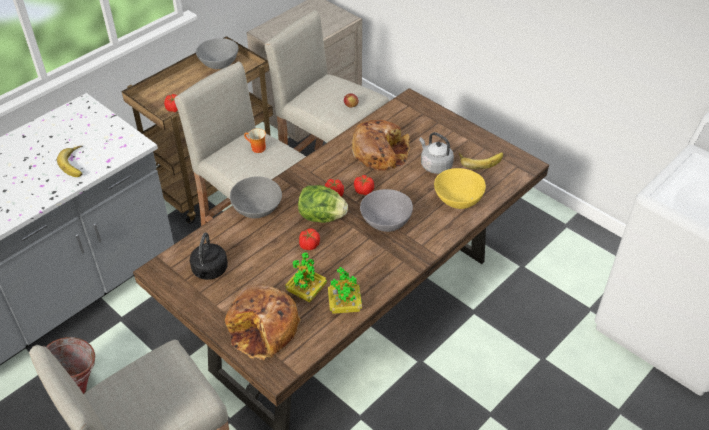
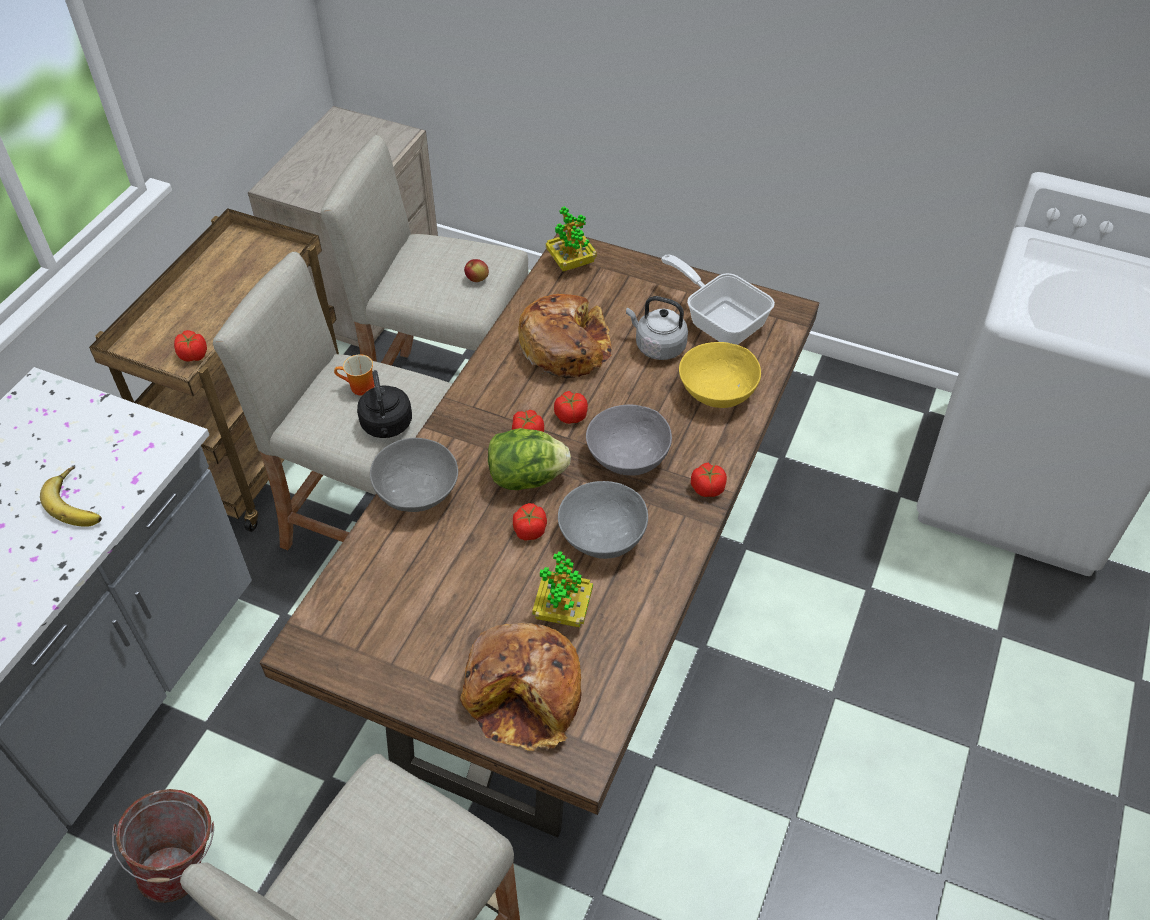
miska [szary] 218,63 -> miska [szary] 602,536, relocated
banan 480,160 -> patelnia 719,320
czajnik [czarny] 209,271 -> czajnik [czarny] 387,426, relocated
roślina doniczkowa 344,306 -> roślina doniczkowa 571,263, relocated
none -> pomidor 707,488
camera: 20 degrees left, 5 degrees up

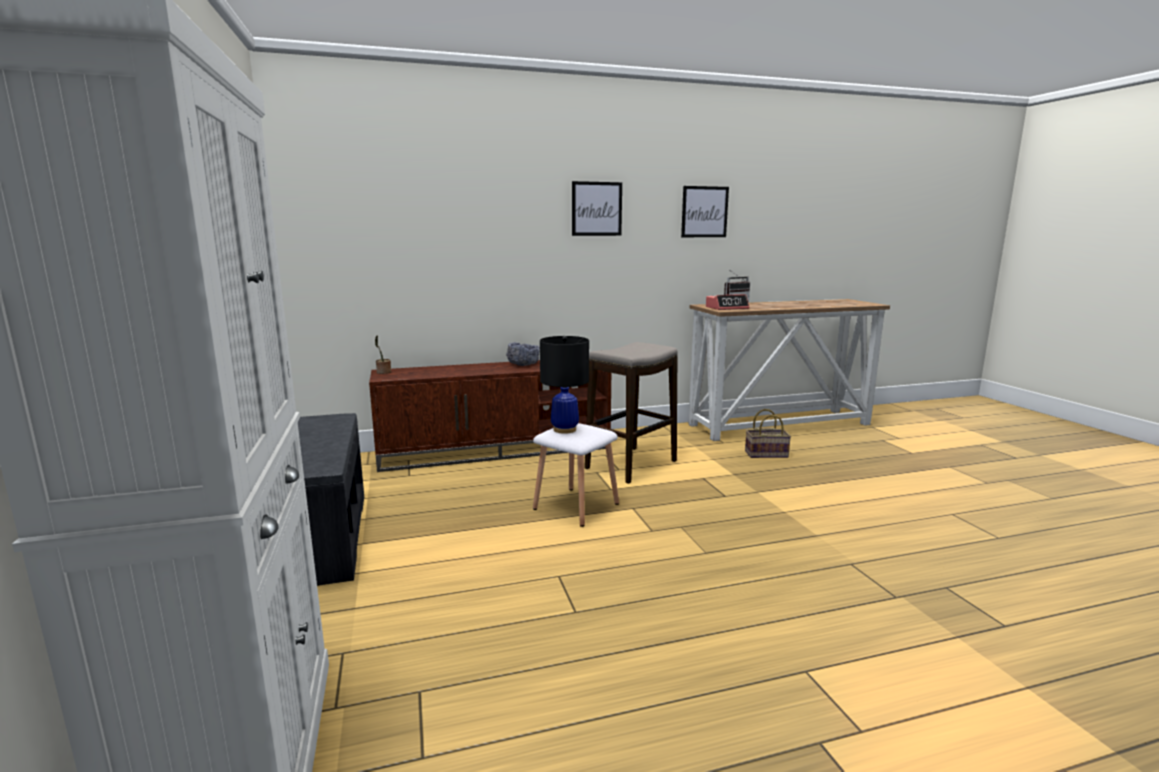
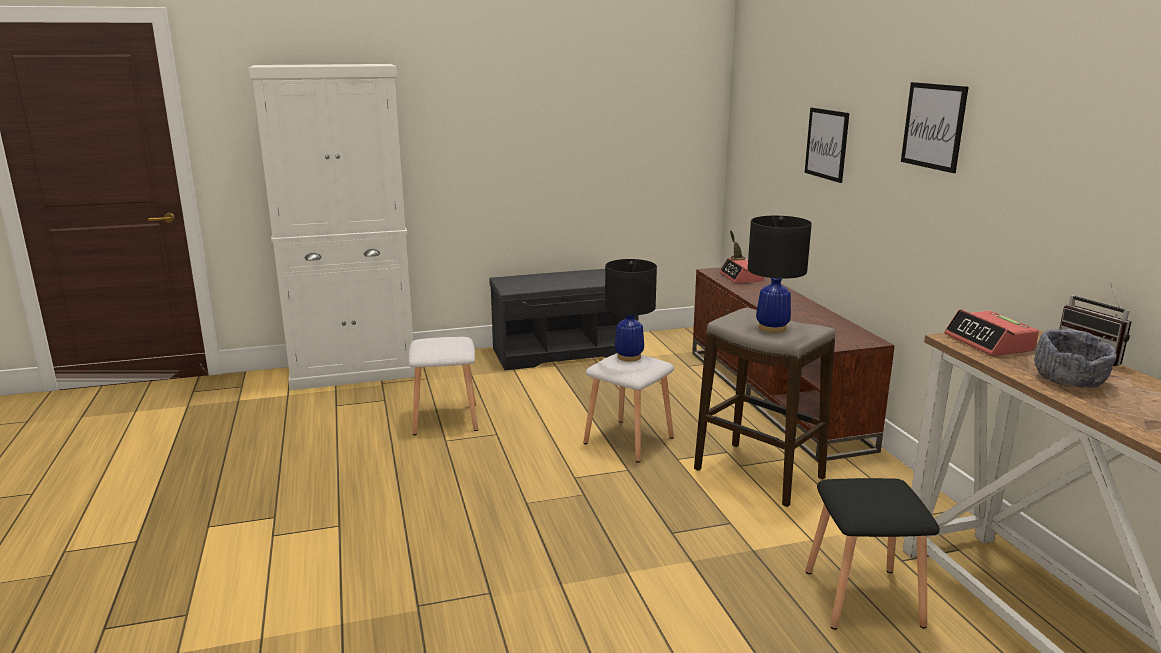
obraz 704,212 -> obraz 826,144, relocated
miska [szary] 523,364 -> miska [szary] 1069,379, relocated
koszyk 767,454 -> stołek [czarny] 864,599
none -> lampa stołowa [czarny] 772,328
none -> budzik 741,277
none -> stołek [biały] 446,418
camera: 90 degrees right, 5 degrees up

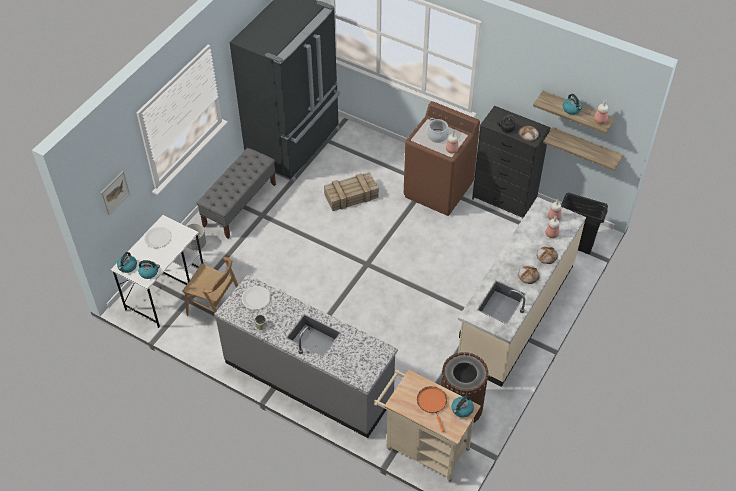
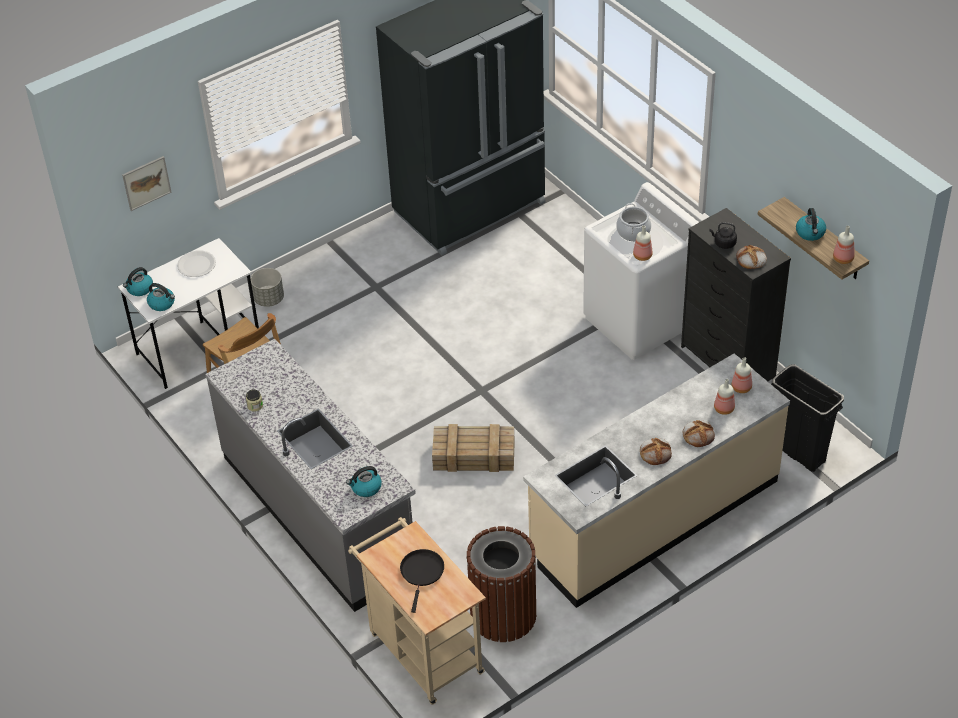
pralka [brązowy] 438,190 -> pralka [biały] 639,322
półka 586,148 -> none
ławka [szary] 240,205 -> none
skrzynka 352,195 -> skrzynka 475,455, relocated
talerz [biały] 256,298 -> none
patelnia [pomarańczowy] 432,403 -> patelnia [czarny] 422,573
czajnik 462,410 -> czajnik 365,488, relocated
camera: 25 degrees right, 5 degrees down

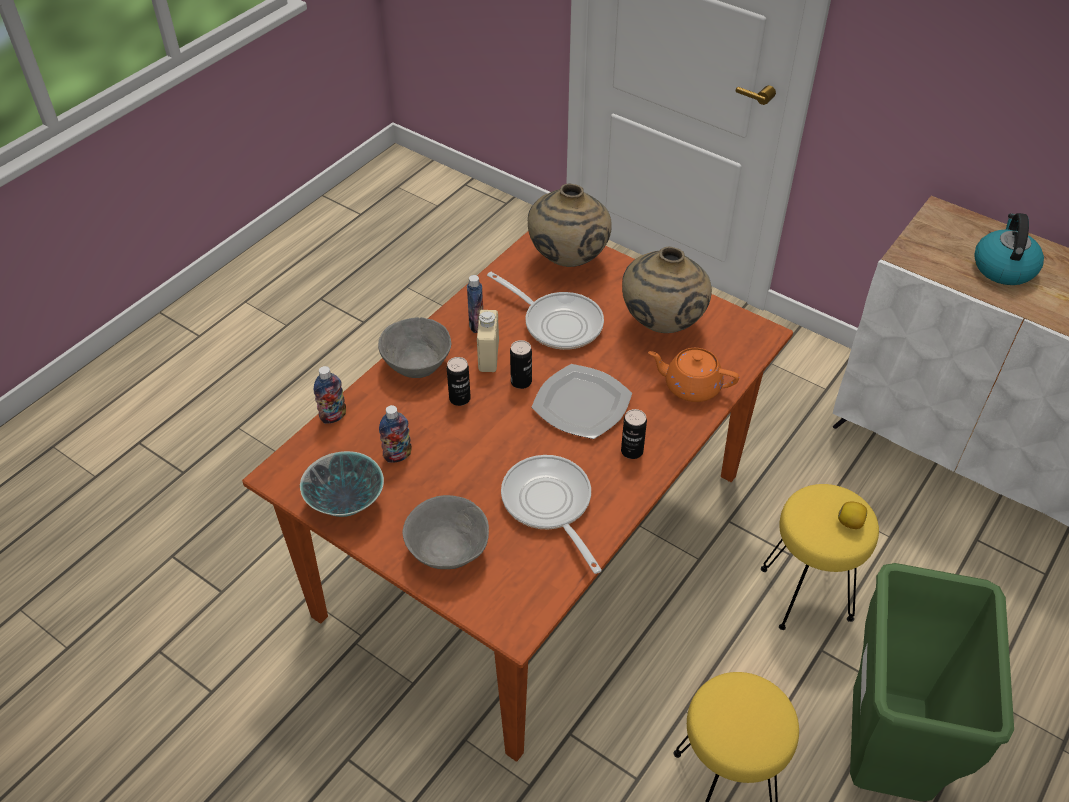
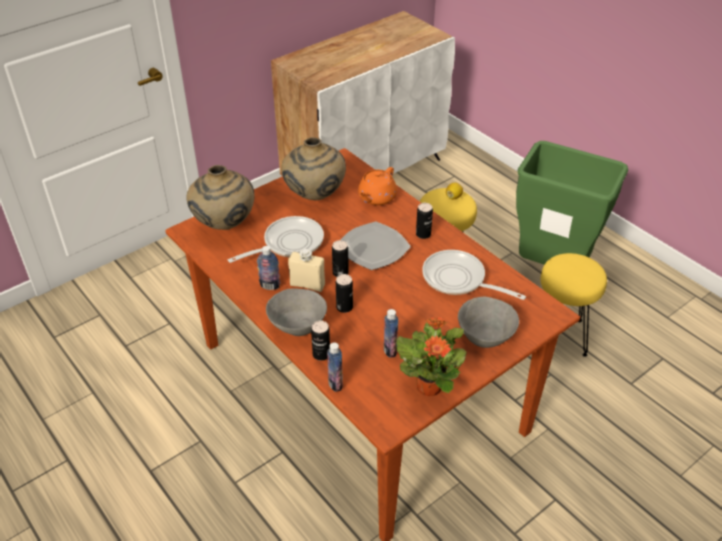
czajnik 1003,267 -> none
miska 346,504 -> roślina doniczkowa 429,386
patelnia 549,505 -> patelnia 458,280, 45 degrees clockwise
none -> puszka 321,354
camera: 75 degrees left, 5 degrees down

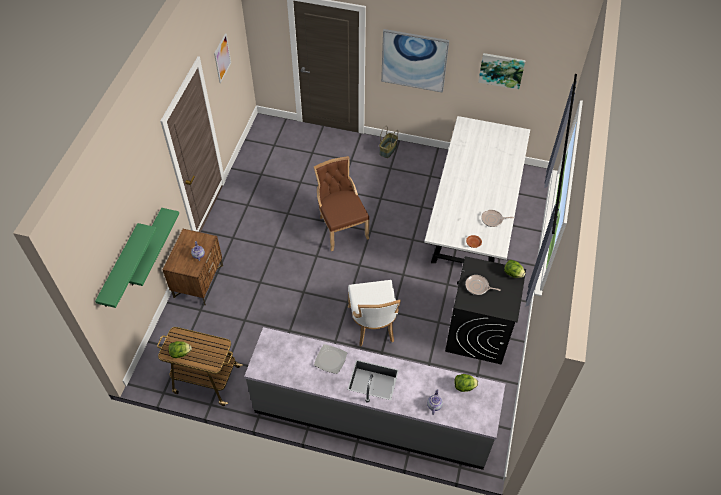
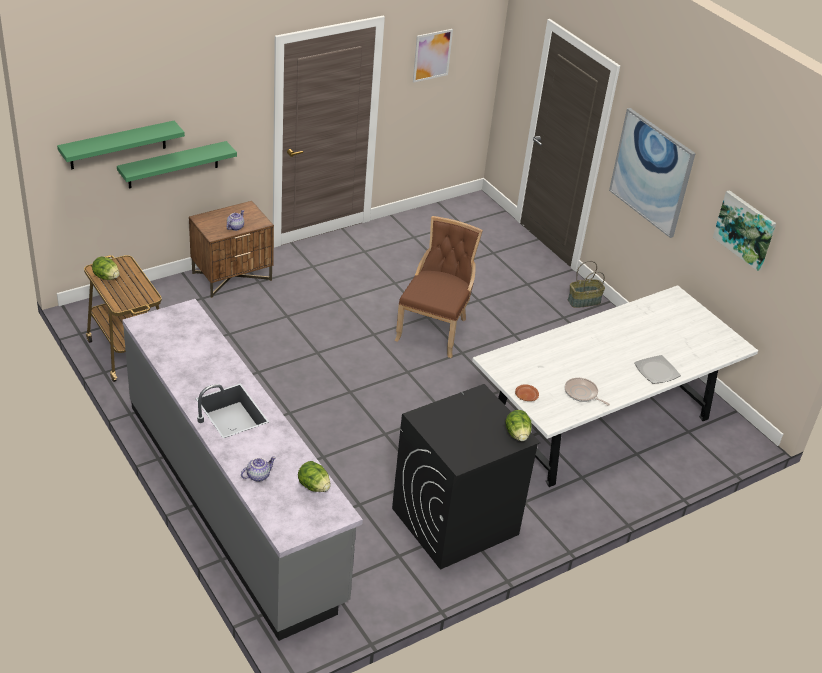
patelnia 478,287 -> none
krzesło [biały] 373,325 -> none
talerz 330,359 -> talerz 656,371, relocated
camera: 40 degrees right, 15 degrees down

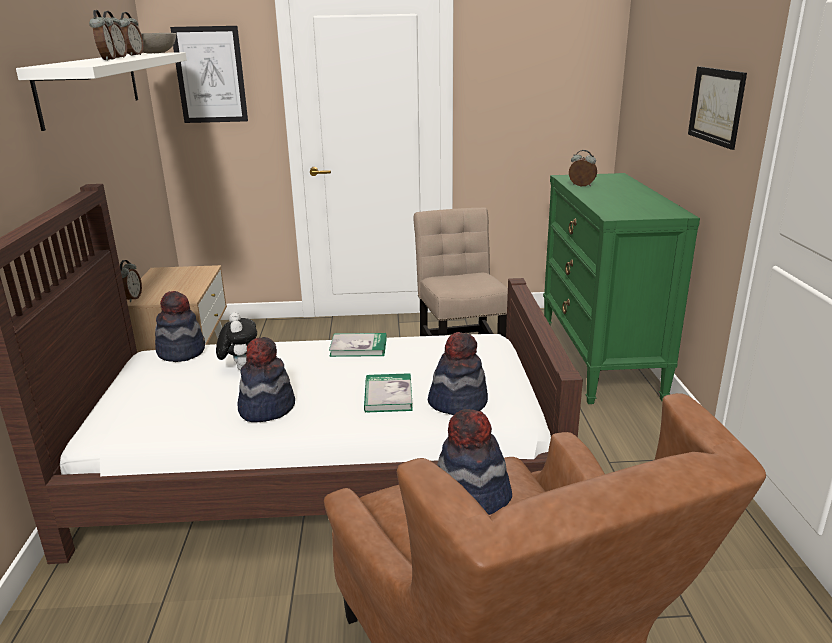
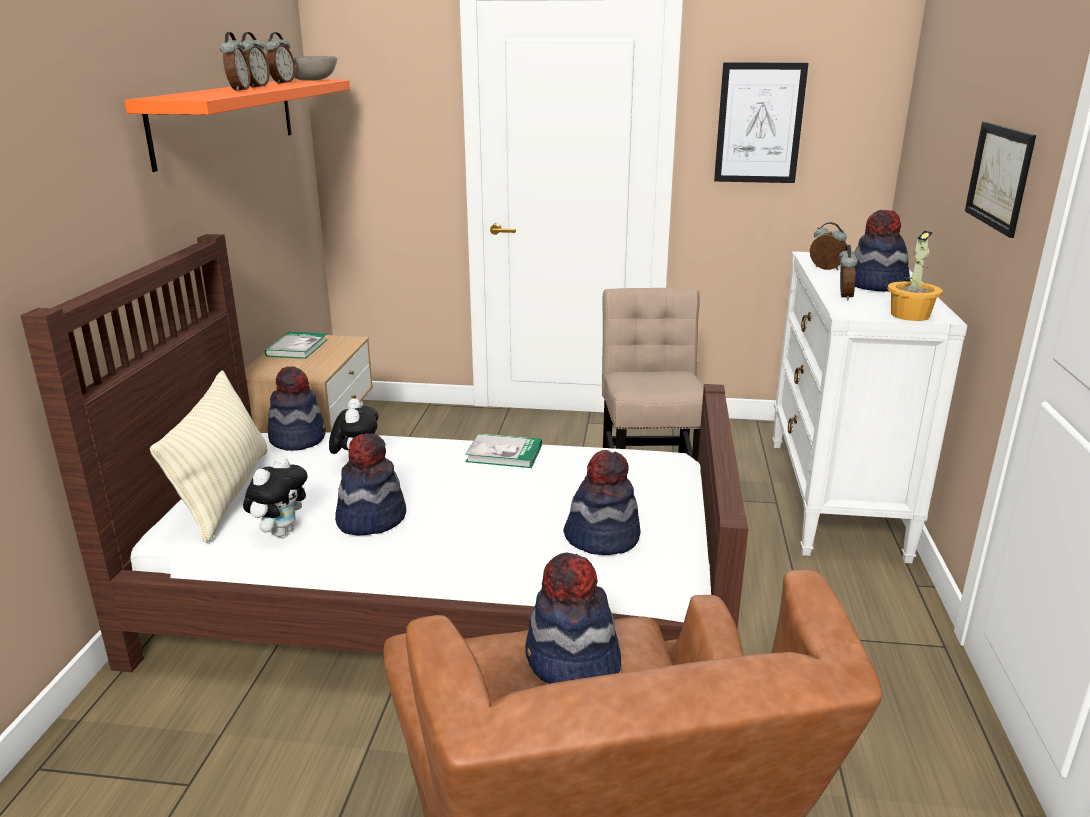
obraz 210,75 -> obraz 759,123, relocated
półka [biały] 91,86 -> półka [pomarańczowy] 227,119
komoda [zielony] 600,359 -> komoda [biały] 835,497
budzik 132,298 -> budzik 843,296, relocated
książka 388,395 -> książka 297,348, relocated
none -> kapelusz 876,286
none -> roślina doniczkowa 910,315
none -> poduszka [beżowy] 225,493
none -> pluszak 281,531
camera: 10 degrees right, 0 degrees up

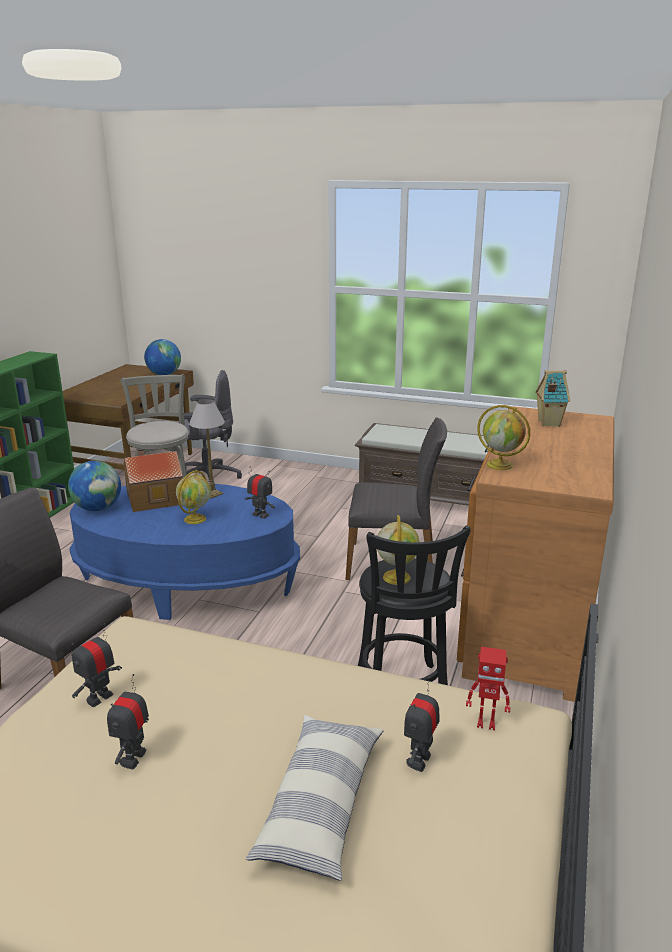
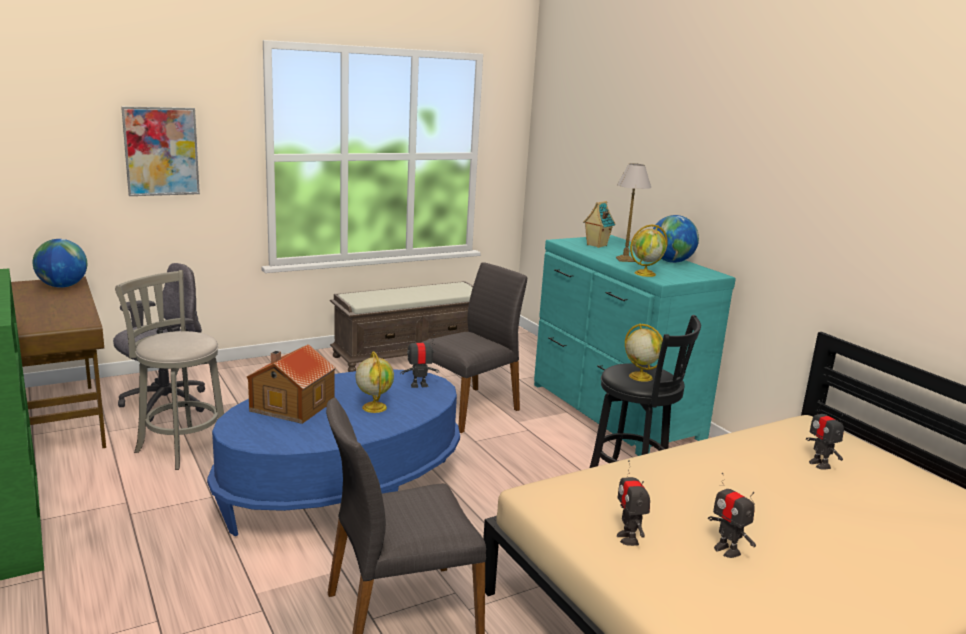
lampa stołowa 212,493 -> lampa stołowa 624,259, relocated
komoda [brązowy] 526,624 -> komoda [turkusowy] 613,411
globus 98,508 -> globus 671,261, relocated
robot zabawkowy 486,723 -> none
poduszka 321,805 -> none
none -> obraz 161,151
camera: 50 degrees left, 5 degrees down

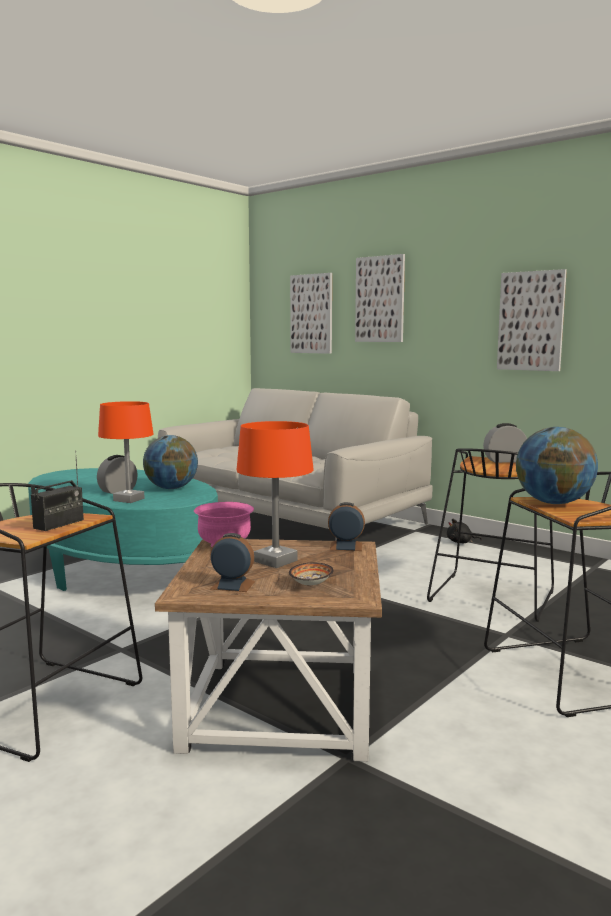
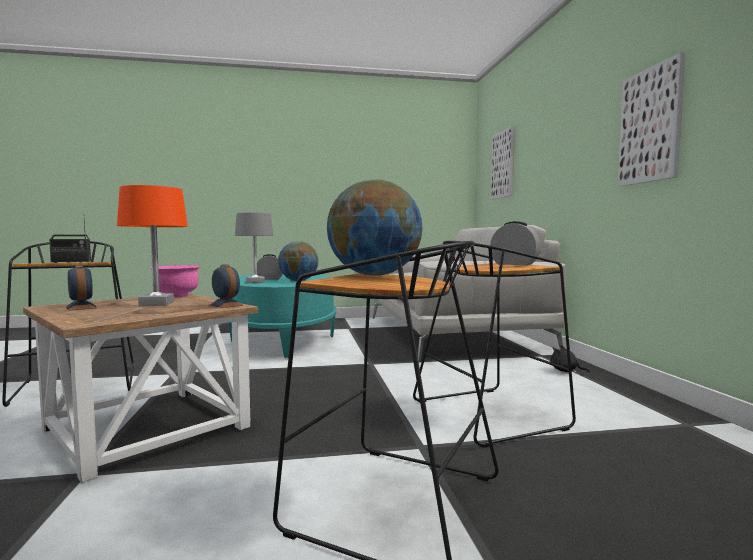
obraz 380,299 -> none
lampa stołowa [pomarańczowy] 129,499 -> lampa stołowa [szary] 255,282
miska 309,585 -> none
camera: 40 degrees right, 5 degrees down

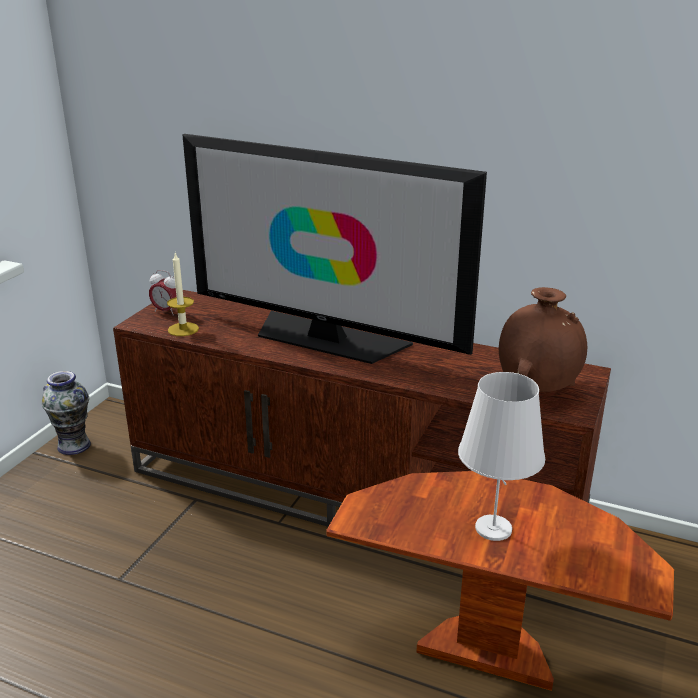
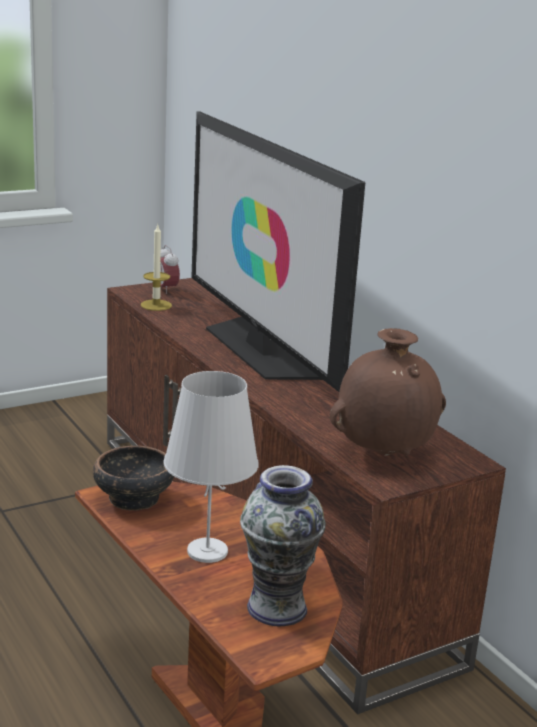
wazon 74,445 -> wazon 277,607, relocated
none -> miska 133,498
camera: 35 degrees right, 5 degrees down

